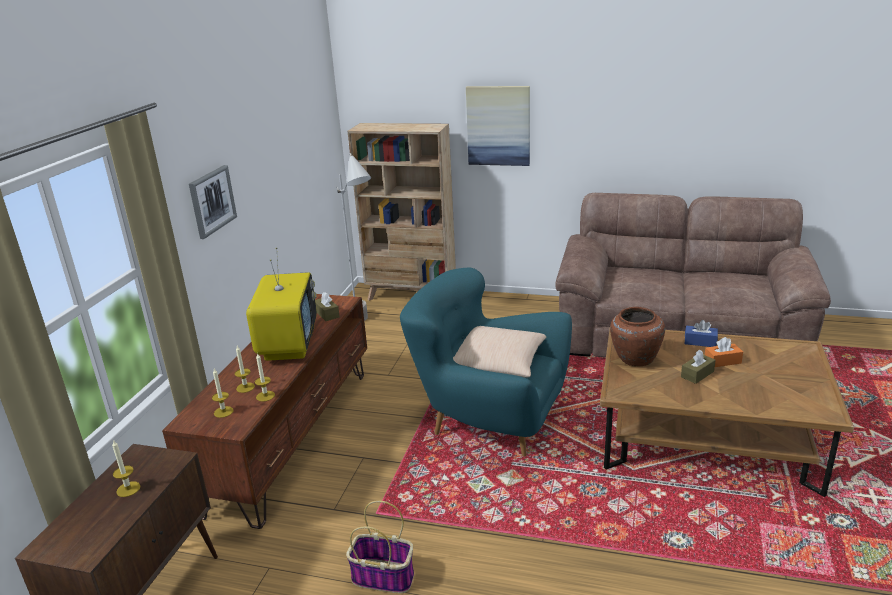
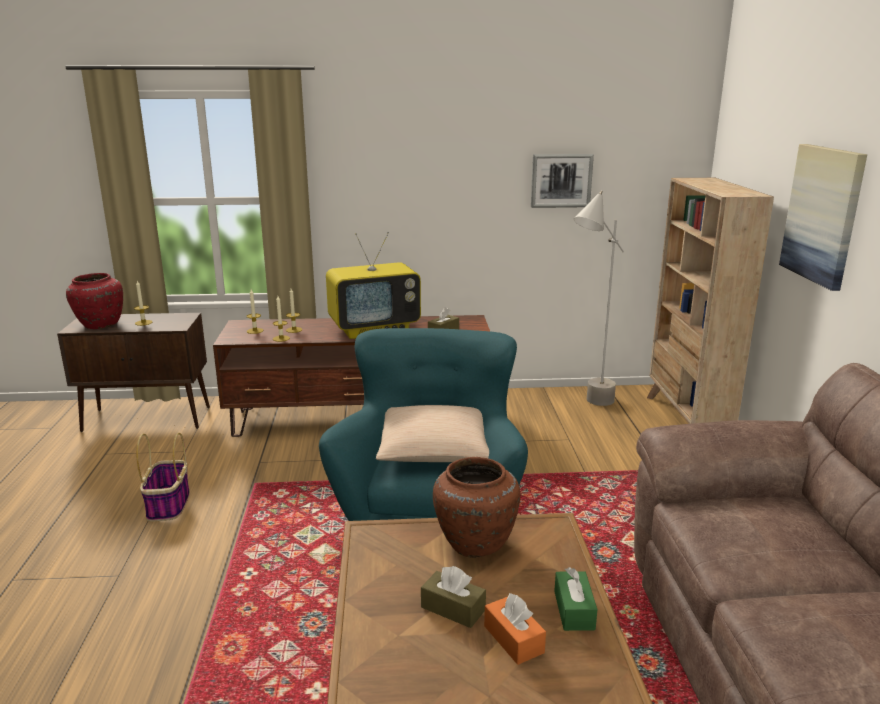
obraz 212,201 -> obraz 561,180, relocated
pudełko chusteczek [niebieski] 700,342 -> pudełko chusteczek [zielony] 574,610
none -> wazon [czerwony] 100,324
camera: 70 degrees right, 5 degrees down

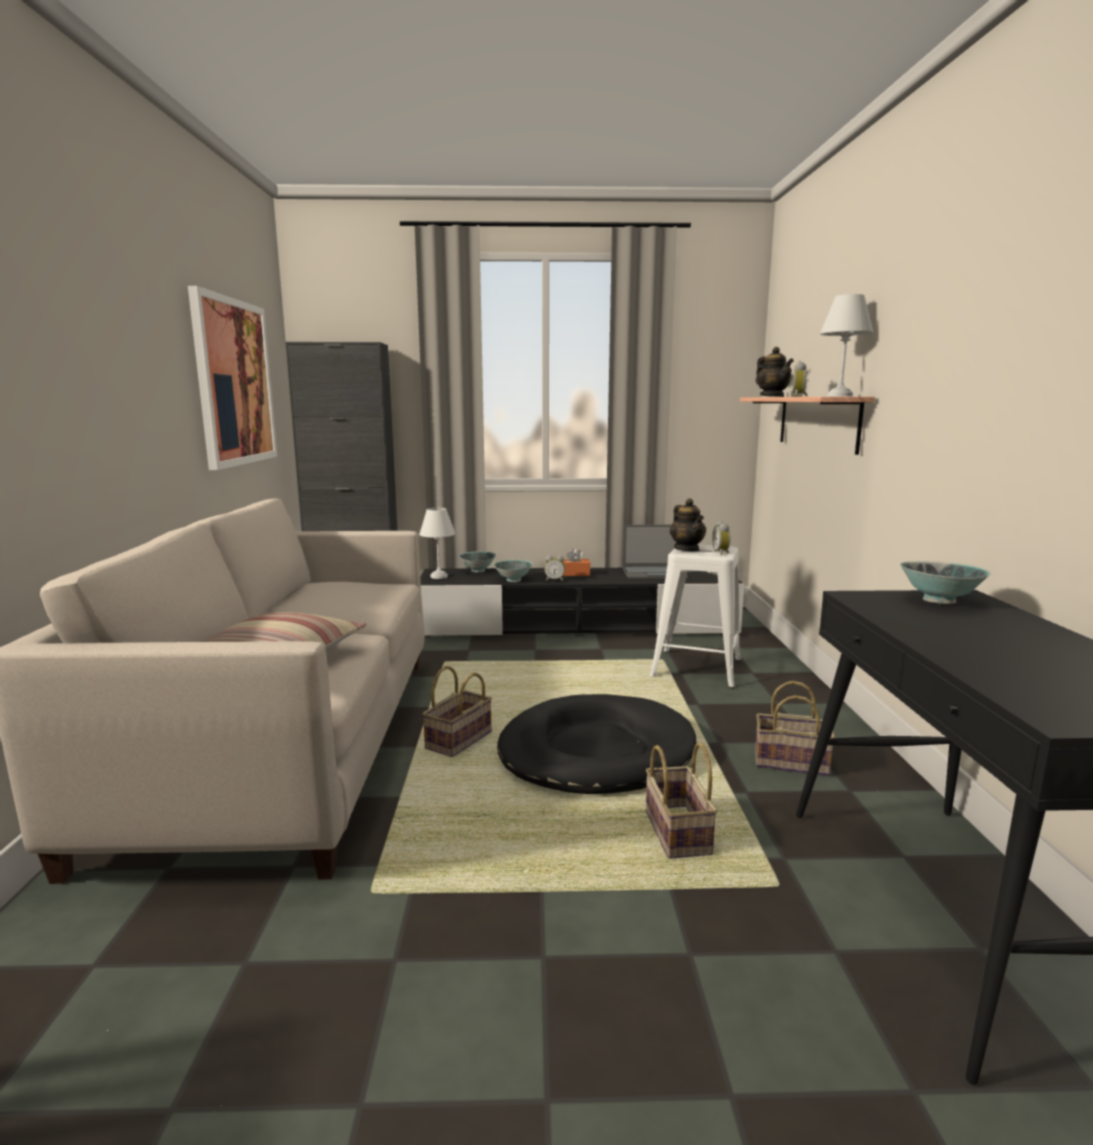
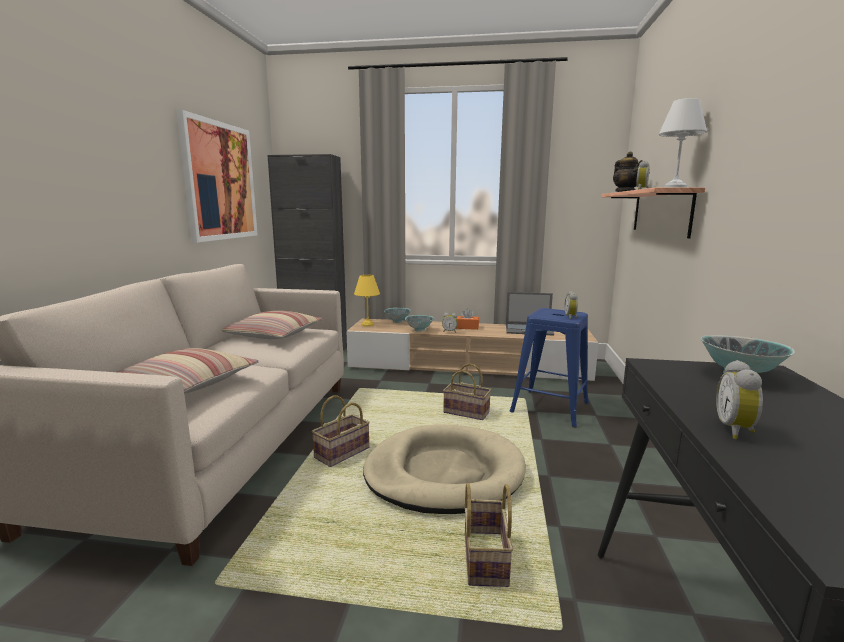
imbryk 687,549 -> none
lampa stołowa [biały] 438,576 -> lampa stołowa [żółty] 367,324
stołek [biały] 696,668 -> stołek [niebieski] 550,407
szafka pod telewizor [czarny] 577,626 -> szafka pod telewizor [beżowy] 468,367
koszyk 793,762 -> koszyk 467,412, relocated
legowisko [czarny] 596,751 -> legowisko [beżowy] 443,473
none -> poduszka 273,335
none -> budzik 736,430
camera: 10 degrees right, 0 degrees up

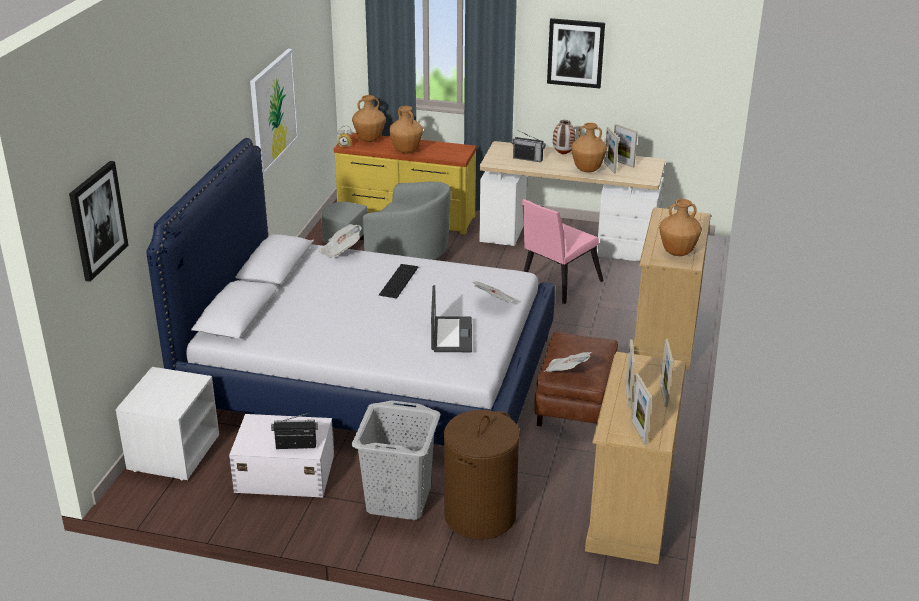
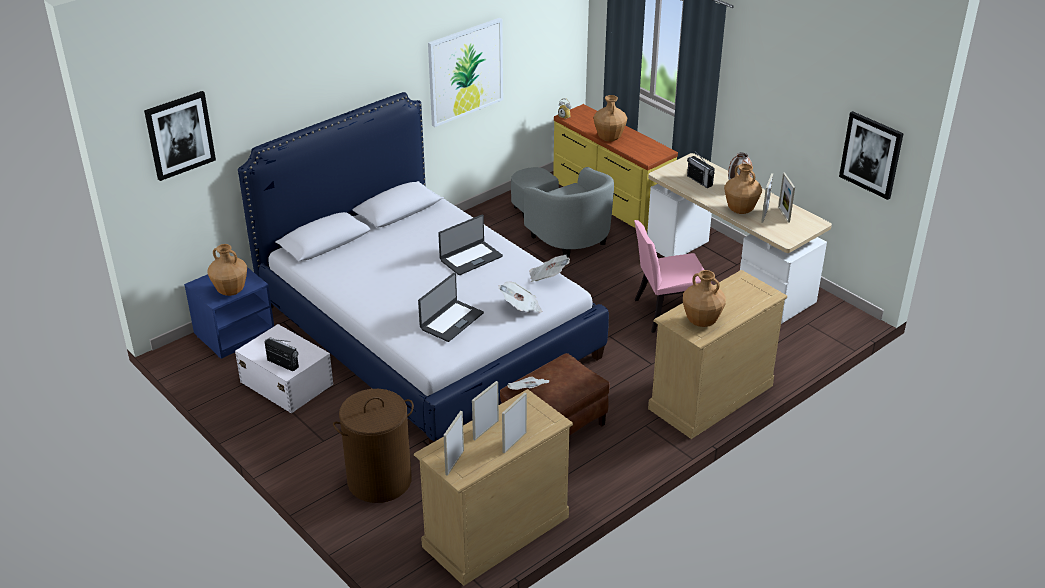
obraz 575,53 -> obraz 871,154, relocated
wazon [brązowy] 369,140 -> wazon [brązowy] 230,291, relocated
gazeta 340,251 -> gazeta 548,277, relocated
klawiatura 399,281 -> laptop 470,258
szafka nocna [biały] 173,452 -> szafka nocna [niebieski] 235,333
kosz na pranie [szary] 398,500 -> none
camera: 35 degrees right, 5 degrees up

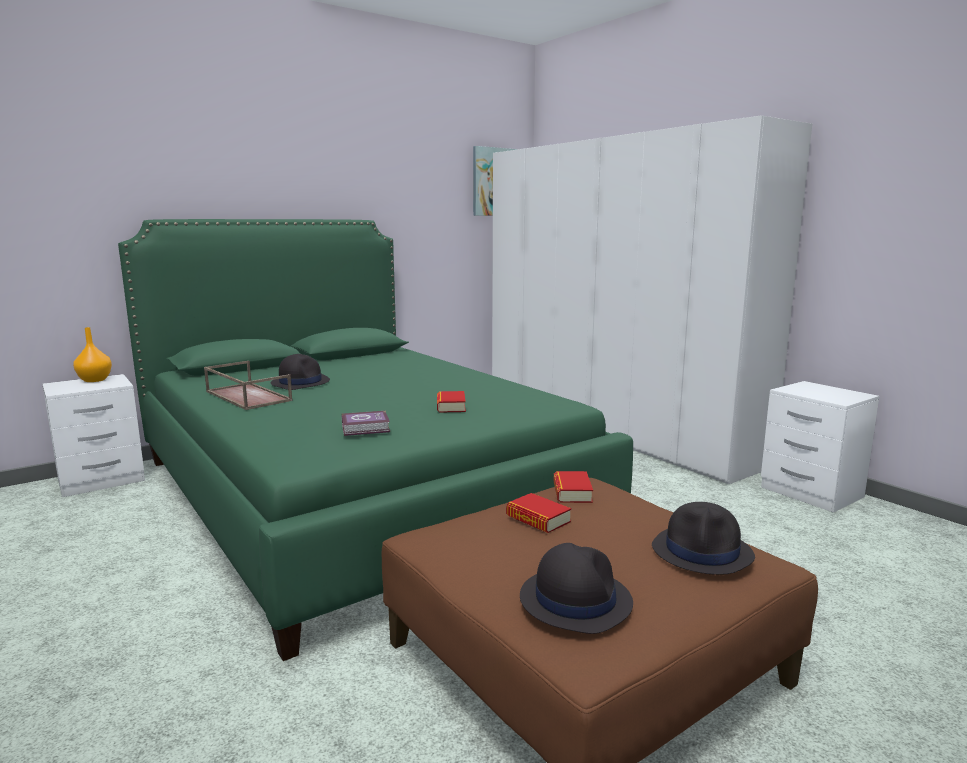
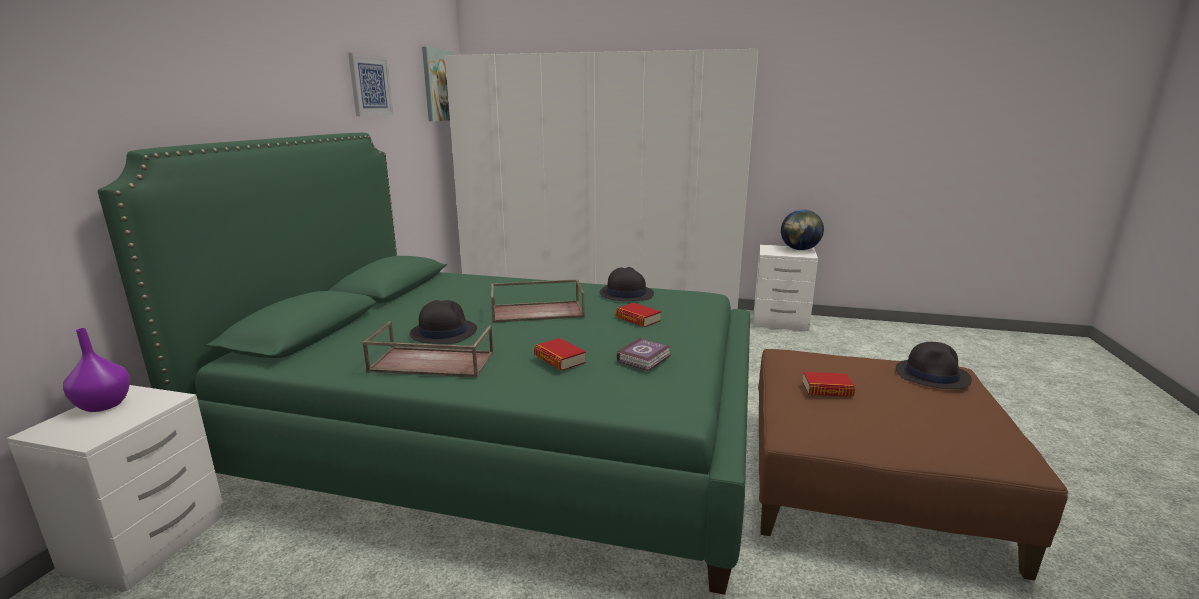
wazon [pomarańczowy] 94,380 -> wazon [fioletowy] 104,405
książka 572,492 -> książka 559,359, relocated
kapelusz [czarny] 575,599 -> kapelusz [czarny] 626,294, relocated
none -> obraz 370,85
none -> globus 799,249
none -> taca [brązowy] 538,311
camera: 40 degrees left, 5 degrees up

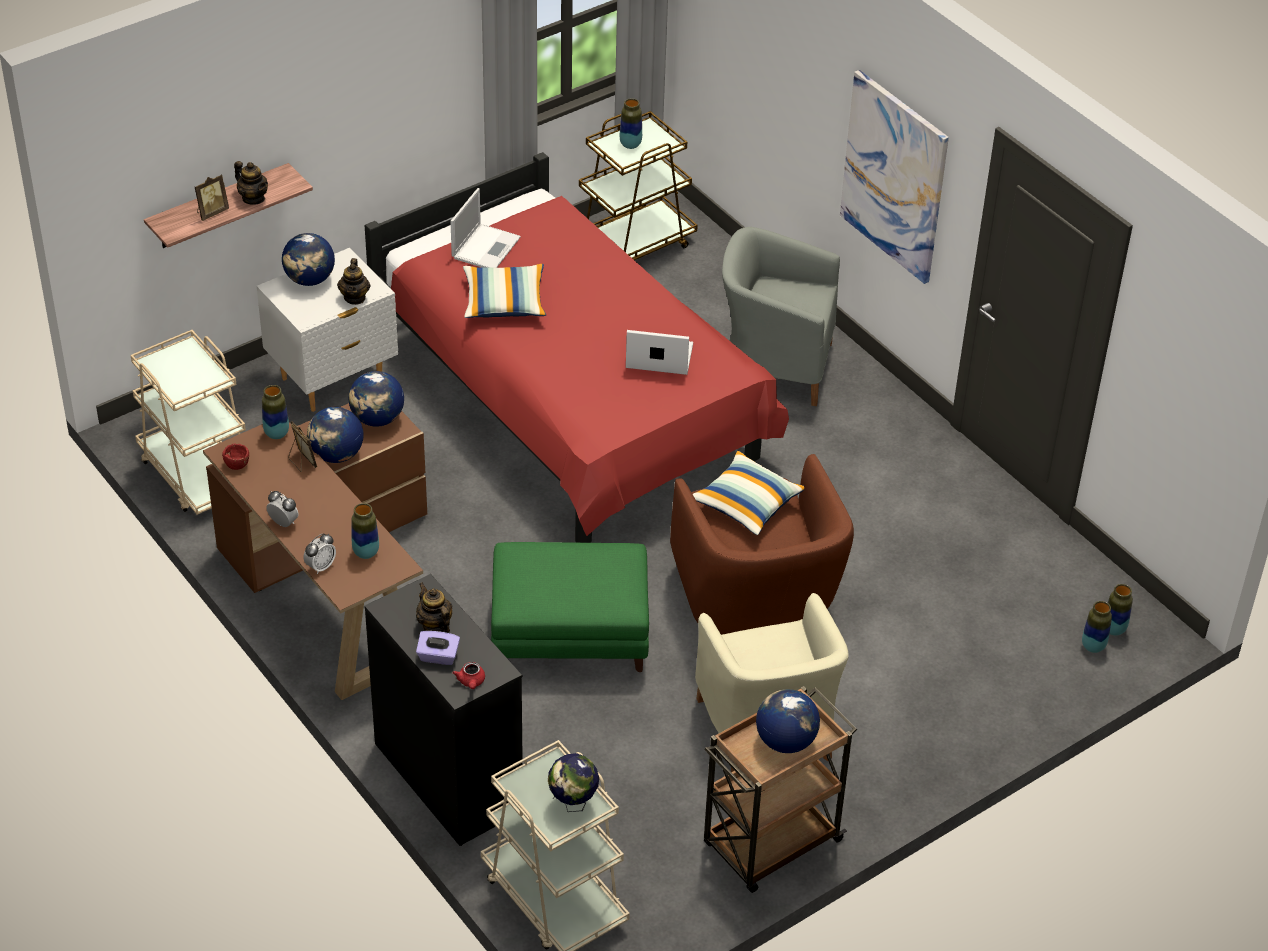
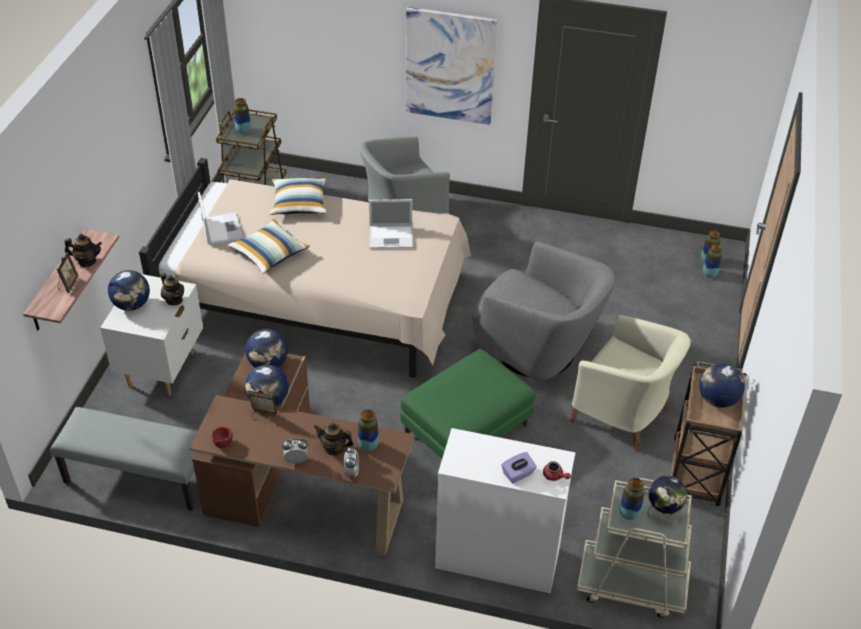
łóżko [czerwony] 570,402 -> łóżko [beżowy] 318,302
wózek [beżowy] 197,474 -> ławka [szary] 137,478
laptop 658,357 -> laptop 392,237, 150 degrees counterclockwise
wazon 276,434 -> wazon 629,514, relocated
poduszka 746,503 -> poduszka 299,204, relocated
fotel [brązowy] 753,602 -> fotel [szary] 536,351
komoda [czarny] 448,778 -> komoda [biały] 497,558
imbryk 434,625 -> imbryk 334,448, relocated
camera: 40 degrees left, 0 degrees up

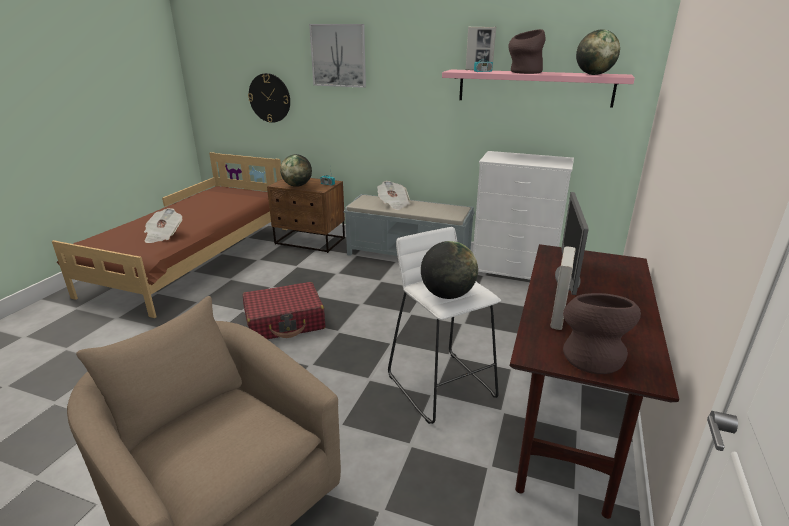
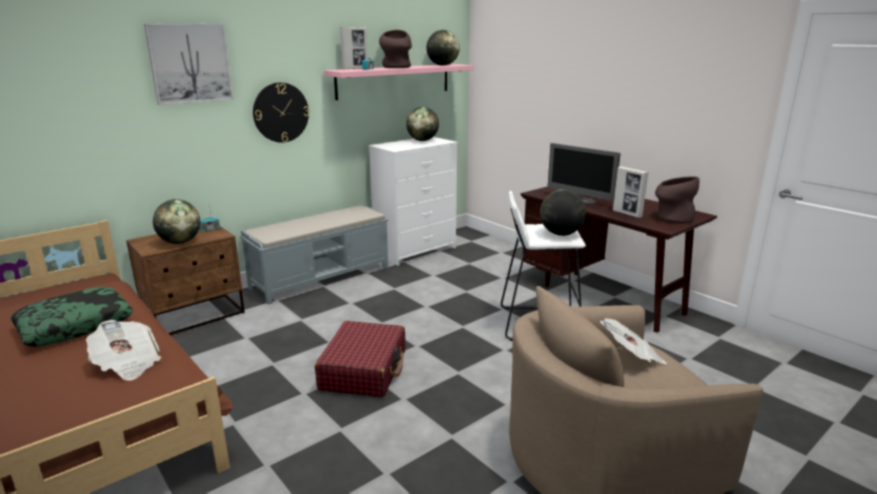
zegar ścienny 269,98 -> zegar ścienny 281,112, relocated
gazeta 393,204 -> gazeta 631,356, relocated
none -> globus 422,140
none -> poduszka 75,325
camera: 60 degrees left, 5 degrees down

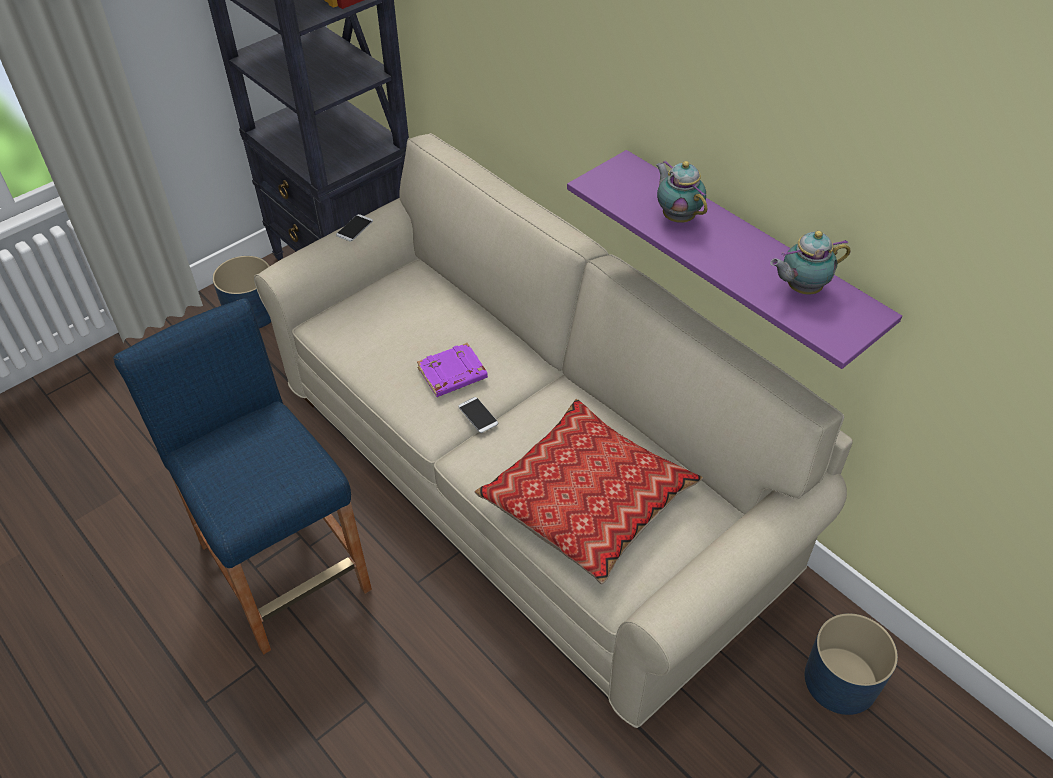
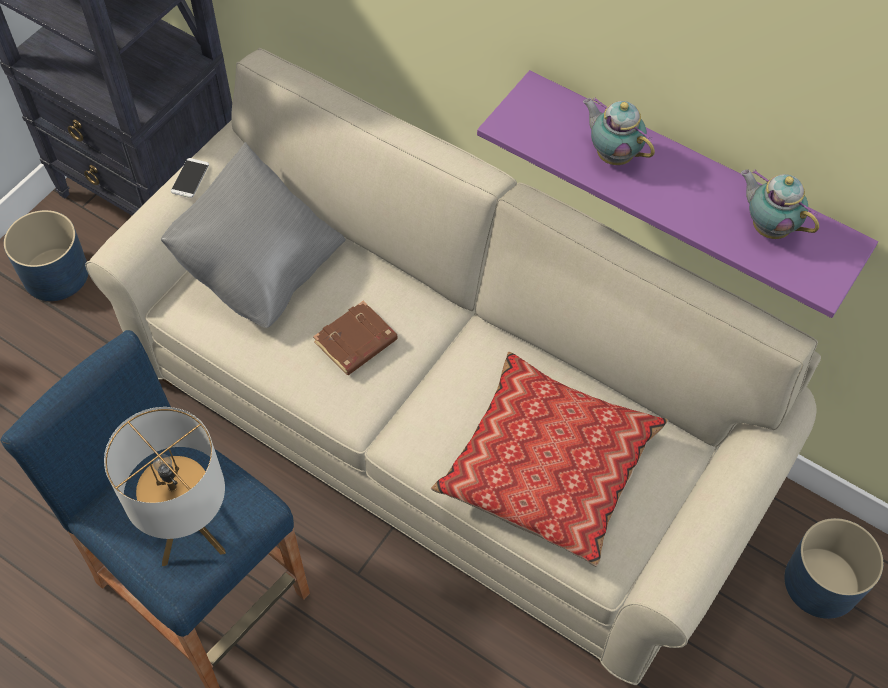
imbryk 800,288 -> imbryk 768,227, 75 degrees clockwise
książka [fioletowy] 452,375 -> książka [brązowy] 356,343
telefon 478,415 -> none
none -> poduszka [szary] 260,268
none -> lampa stołowa 190,531
camera: 15 degrees left, 10 degrees up

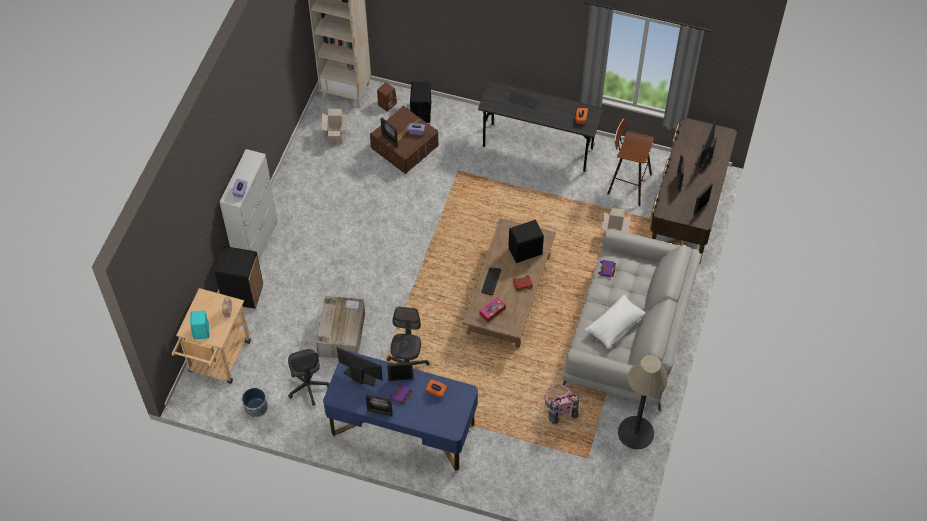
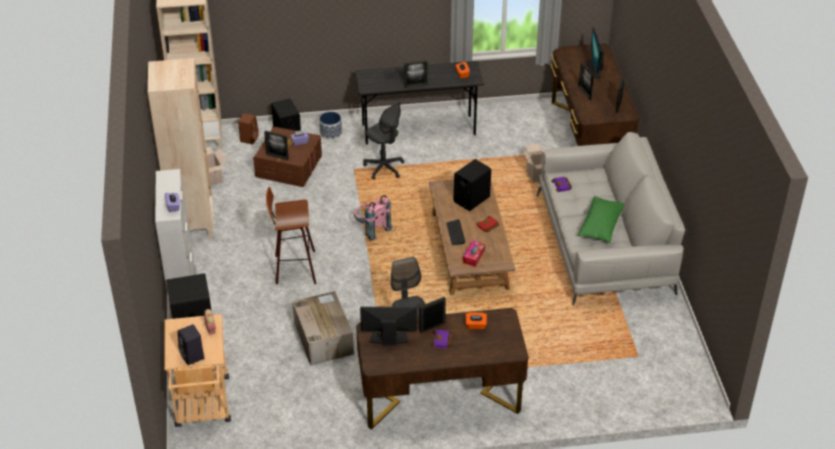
stołek 627,184 -> stołek 293,268, relocated
poduszka [biały] 615,326 -> poduszka [zielony] 601,226
głośnik [turkusowy] 201,332 -> głośnik [czarny] 192,356
krzesło biurowe [szary] 308,387 -> krzesło biurowe [szary] 384,168, relocated
biurko [niebieski] 403,429 -> biurko [brązowy] 440,397
lampa stojąca 635,433 -> none
plecak [różowy] 559,409 -> plecak [różowy] 371,229, relocated
donica 255,407 -> donica 330,133, relocated
ramka na zdjęcie 379,412 -> ramka na zdjęcie 415,86, relocated
none -> regał [beżowy] 192,224
camera: 25 degrees left, 15 degrees down

